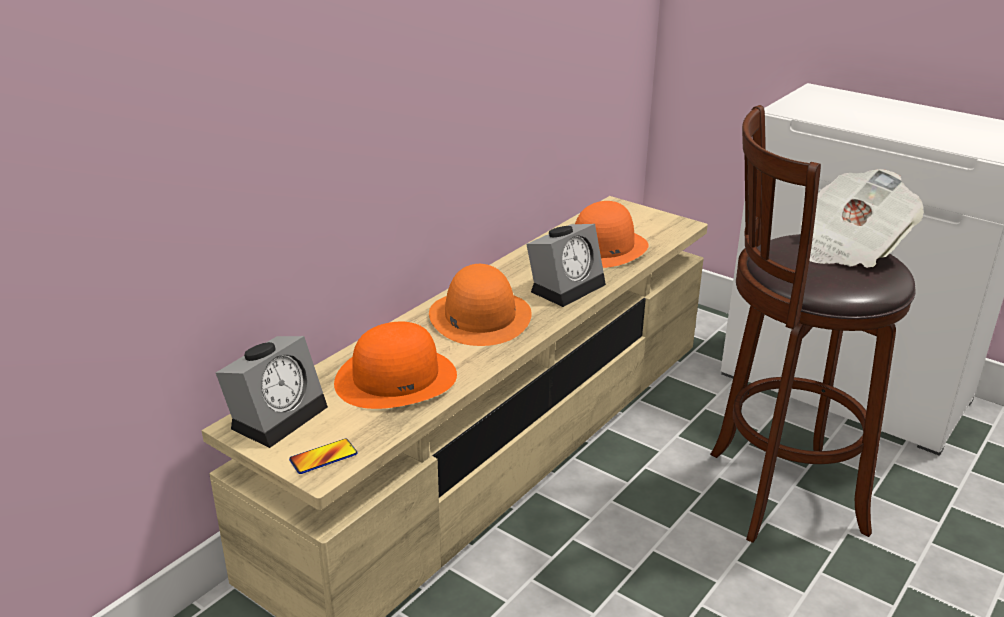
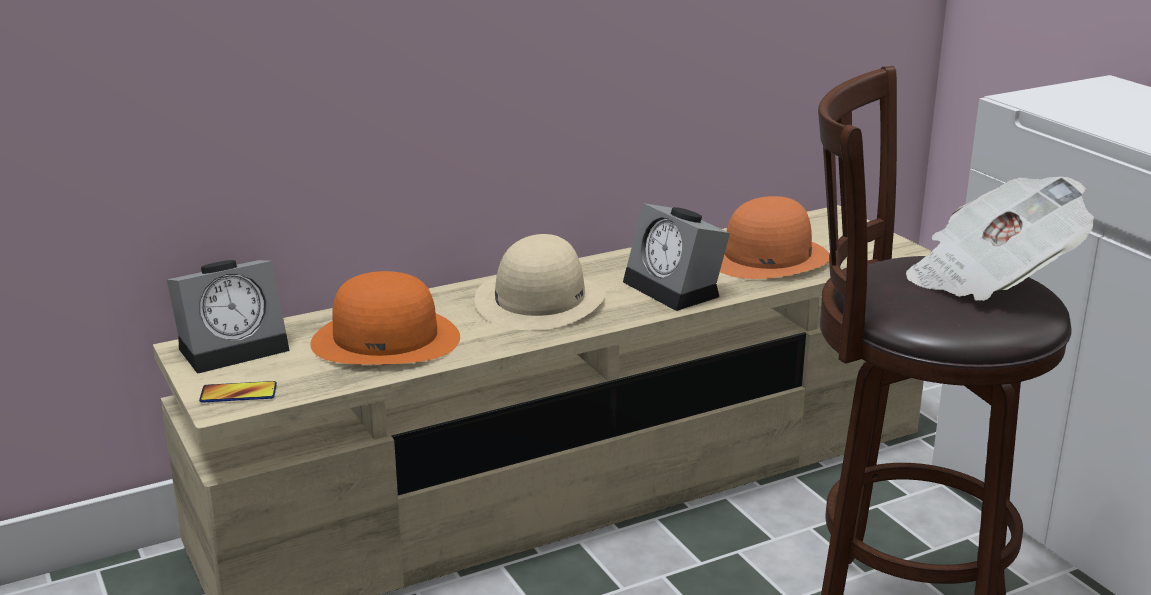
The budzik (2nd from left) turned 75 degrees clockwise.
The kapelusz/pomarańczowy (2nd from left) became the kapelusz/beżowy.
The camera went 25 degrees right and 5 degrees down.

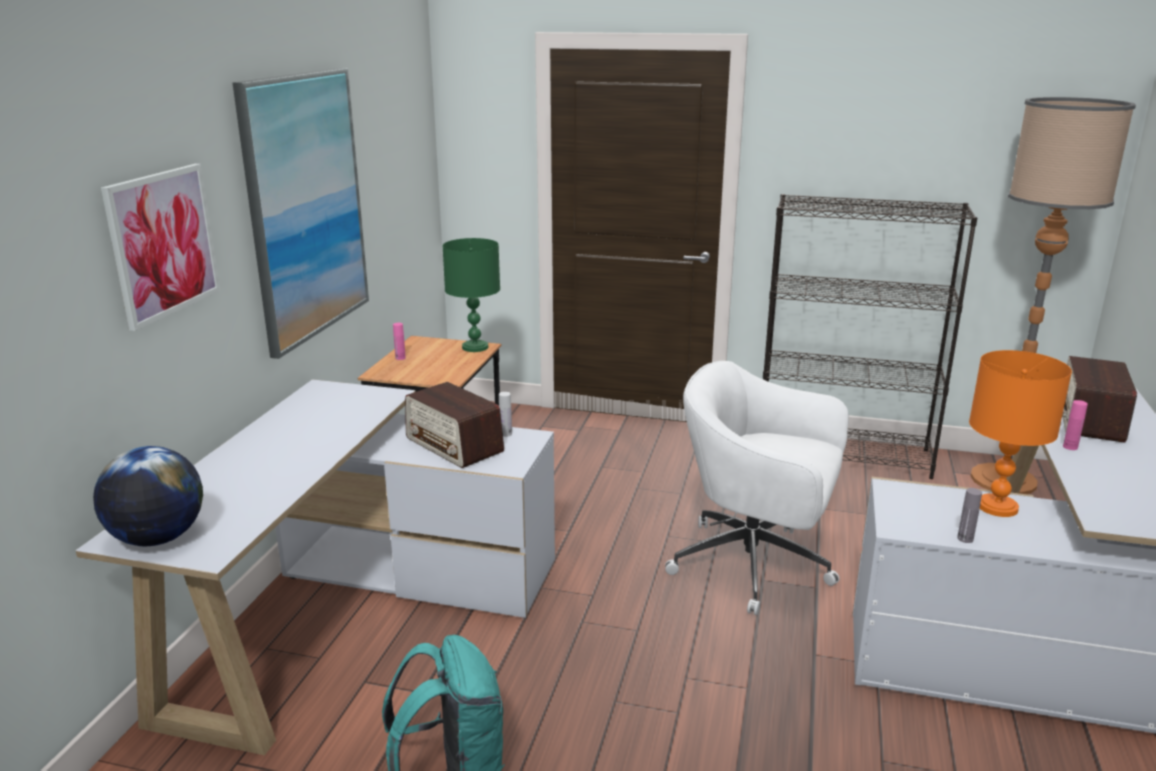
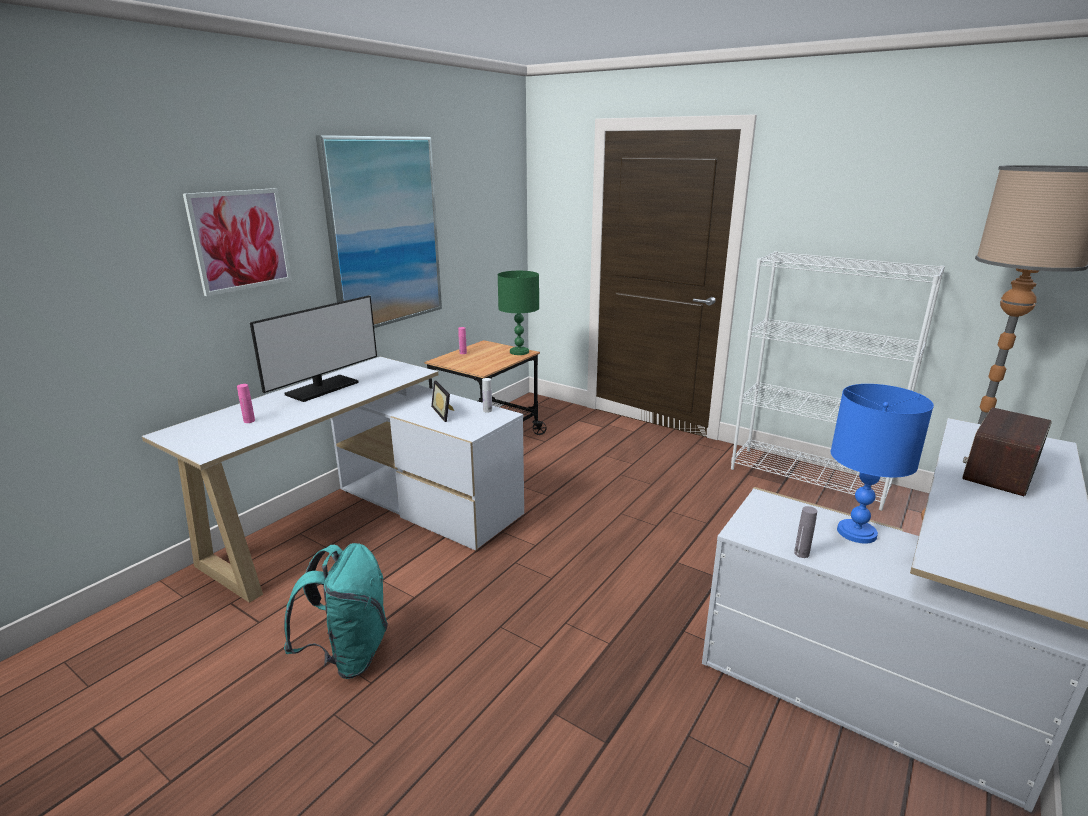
The regał/czarny became the regał/biały.
The lampa stołowa/pomarańczowy became the lampa stołowa/niebieski.
The krzesło biurowe/biały disappeared.
The radio (1st from left) was replaced by the ramka na zdjęcie.
The butelka/różowy (2nd from left in the first image) moved.
The globus disappeared.
The monitor appeared.
The camera went 20 degrees right and 0 degrees up.

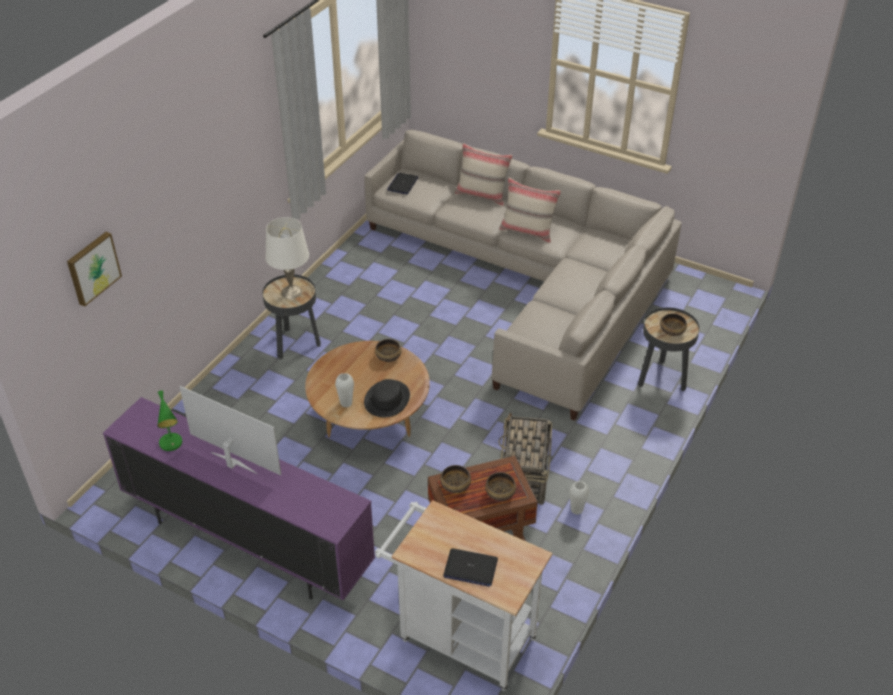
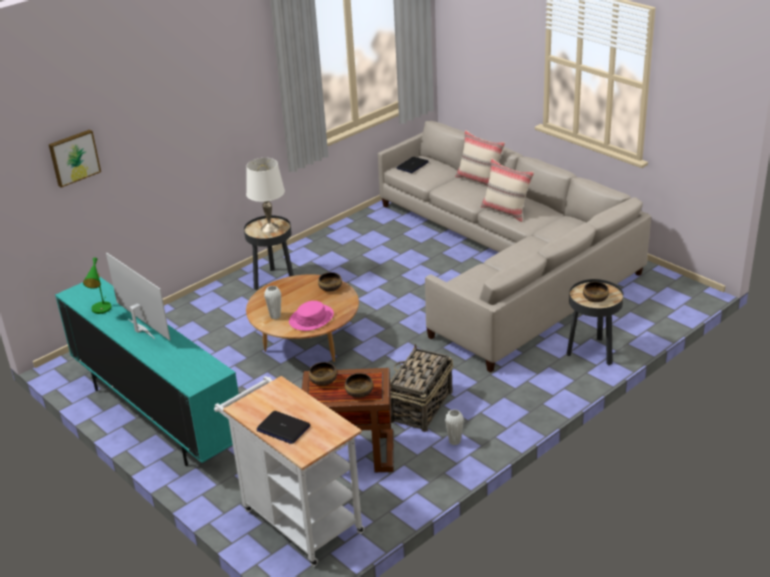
The kapelusz/czarny became the kapelusz/różowy.
The szafka pod telewizor/fioletowy became the szafka pod telewizor/turkusowy.
The camera went 20 degrees right and 10 degrees down.

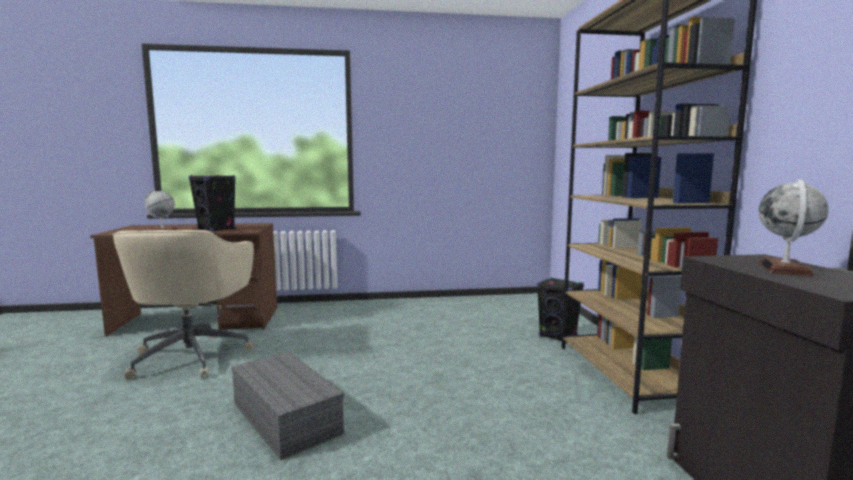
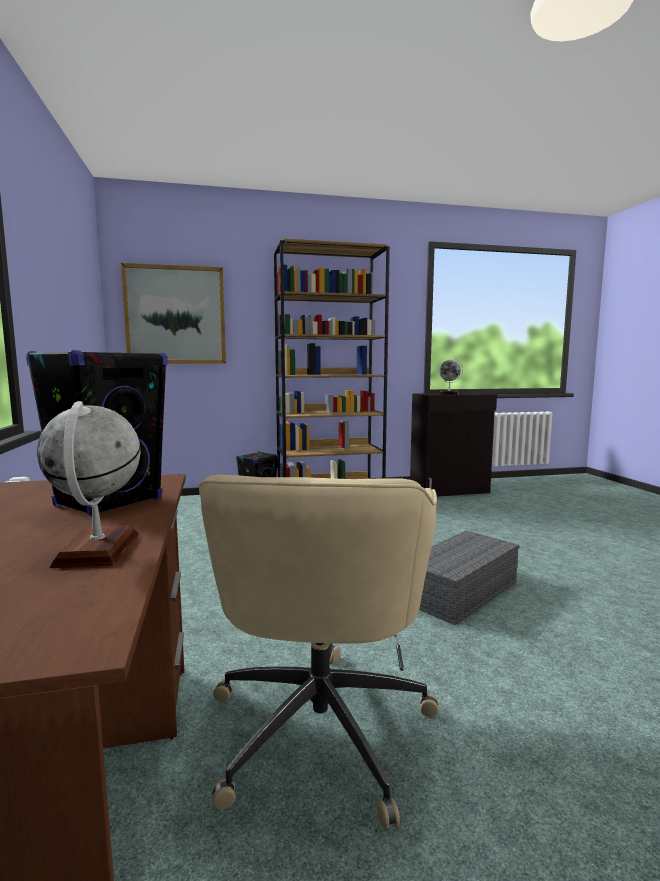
The krzesło biurowe/beżowy turned 105 degrees clockwise.
The obraz appeared.
The camera went 95 degrees left and 0 degrees up.

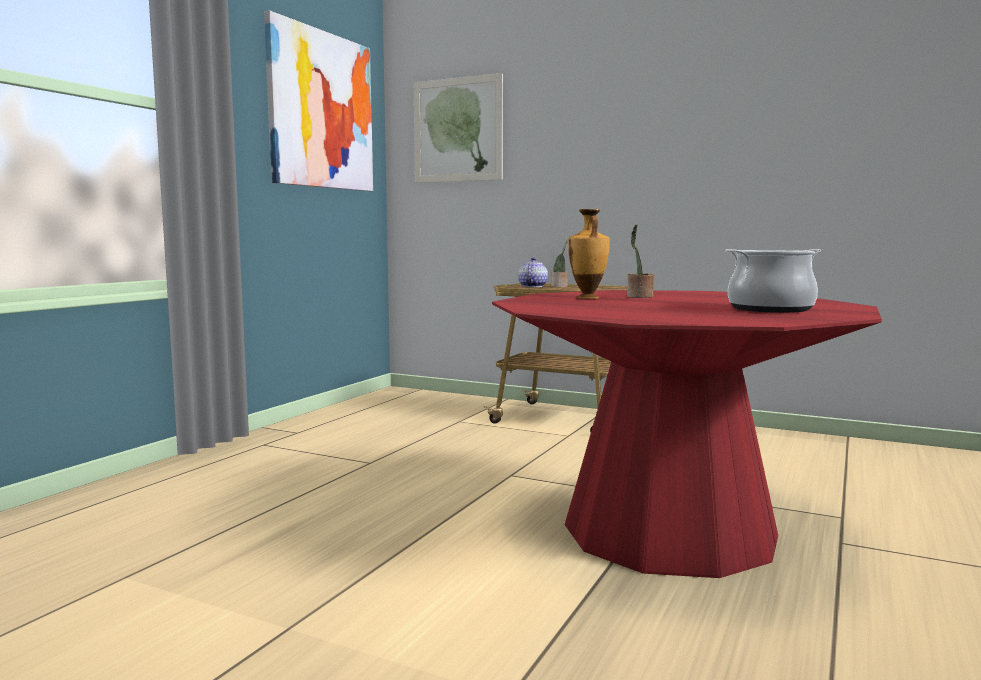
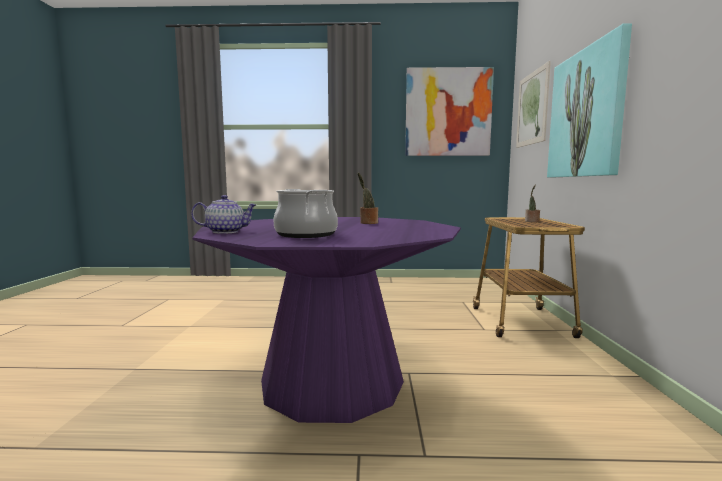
The wazon disappeared.
The imbryk moved.
The stół jadalny/czerwony became the stół jadalny/fioletowy.
The obraz (3rd from left) appeared.
The camera went 65 degrees right and 0 degrees up.

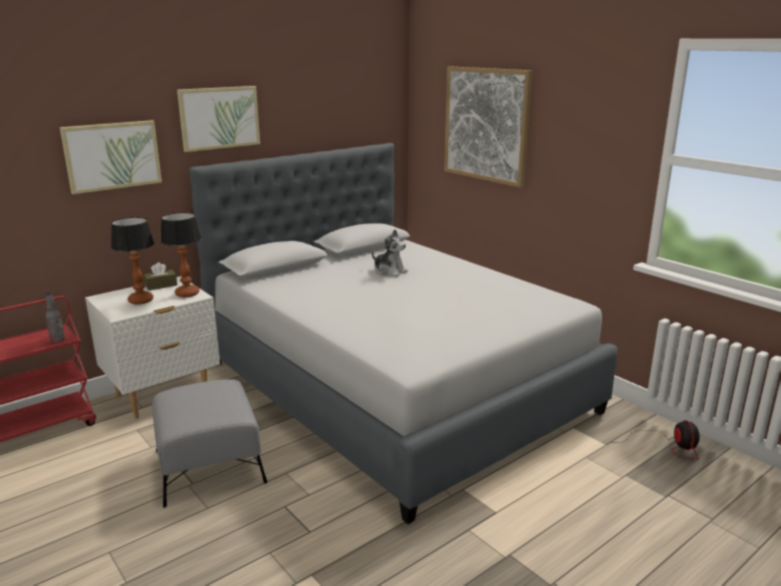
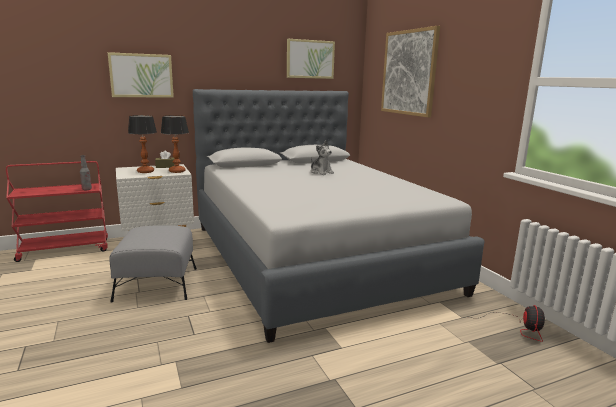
The obraz (2nd from left) moved.
The camera went 15 degrees right and 5 degrees down.

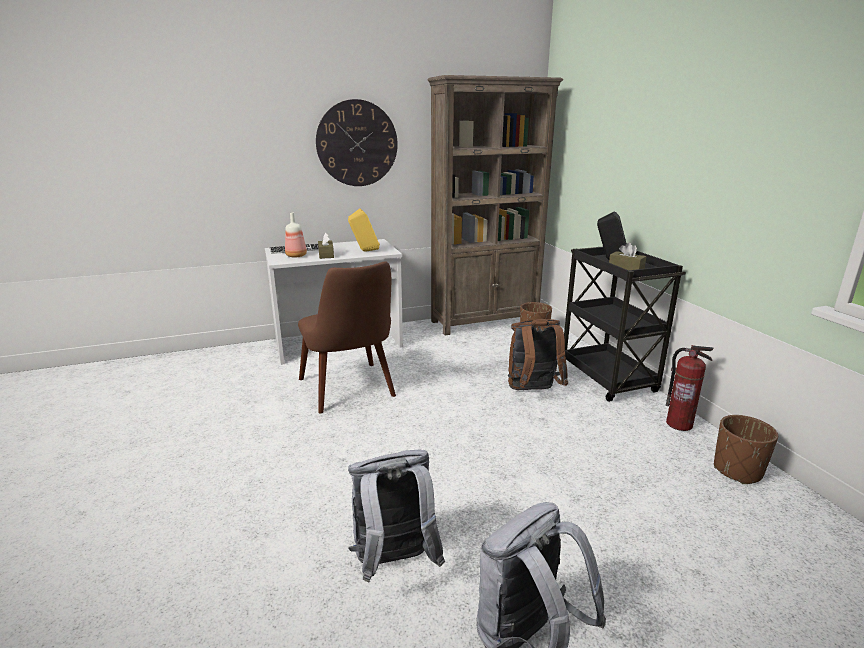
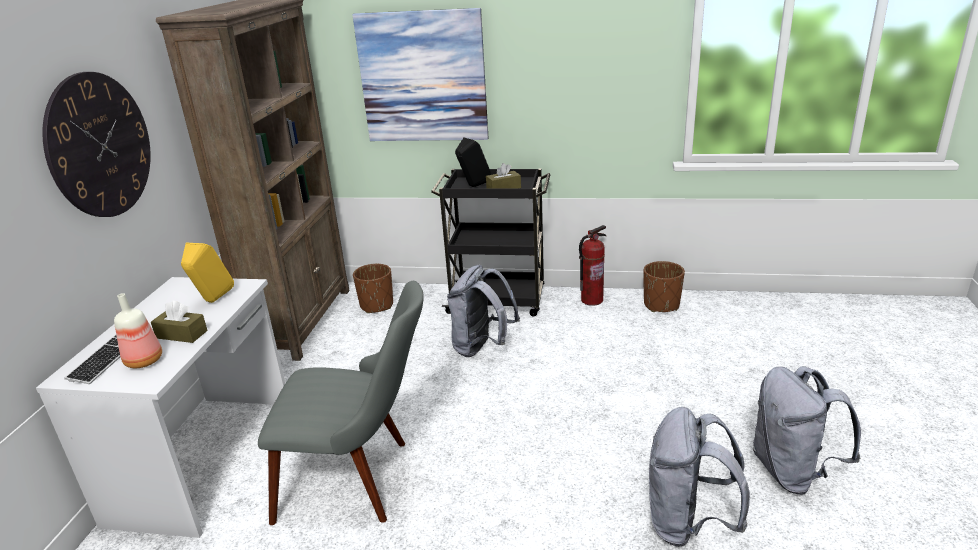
The krzesło/brązowy became the krzesło/szary.
The plecak/brązowy became the plecak/szary (1st from left).
The obraz appeared.
The camera went 60 degrees left and 5 degrees up.

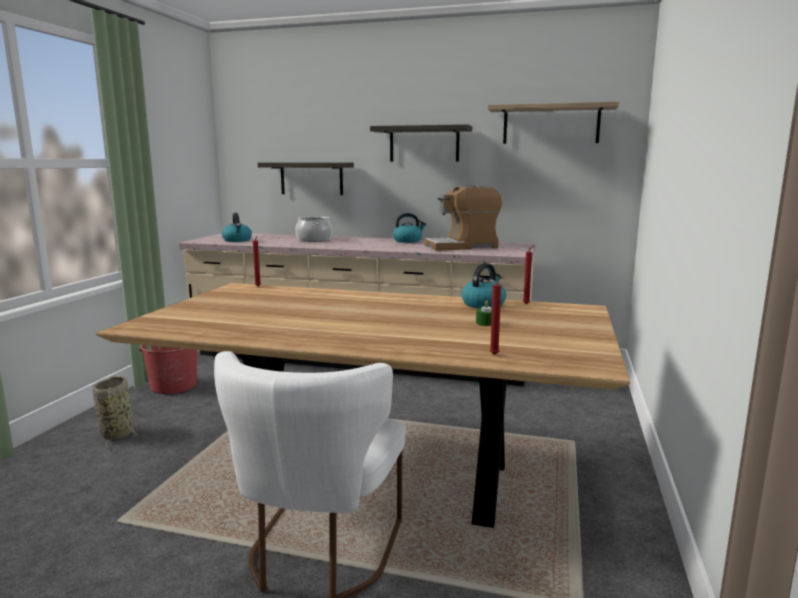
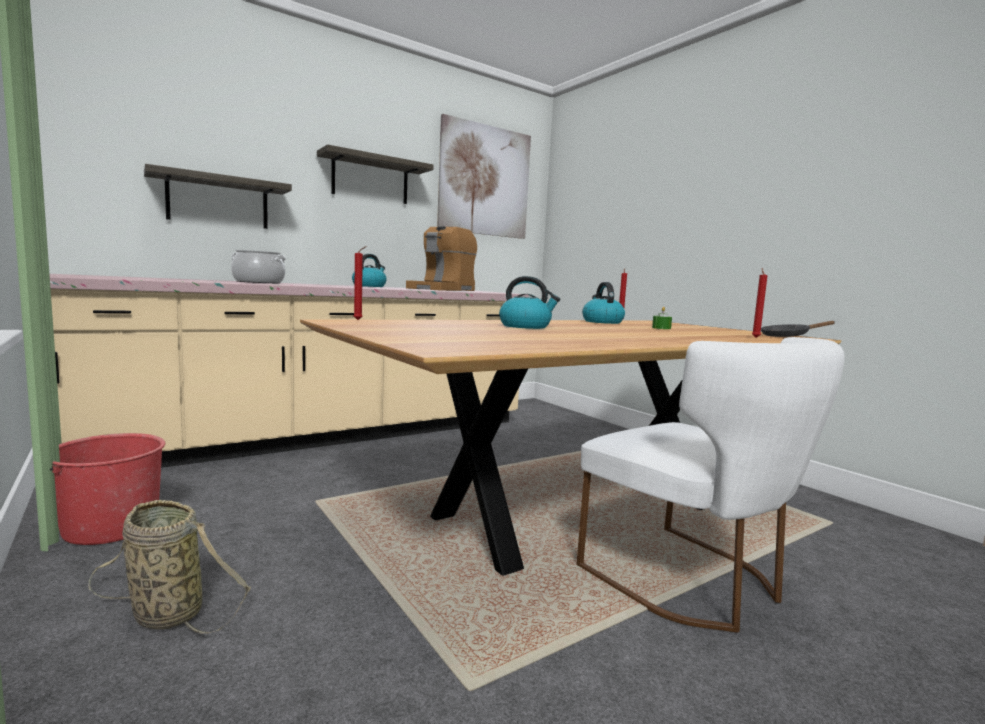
The półka (3rd from left) was replaced by the obraz.
The czajnik (1st from left in the first image) moved.
The patelnia/czarny appeared.
The camera went 50 degrees left and 5 degrees down.

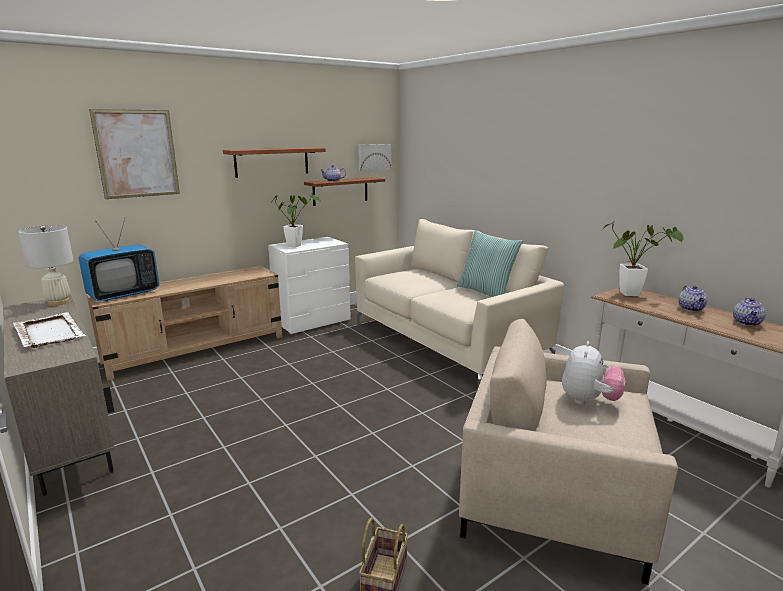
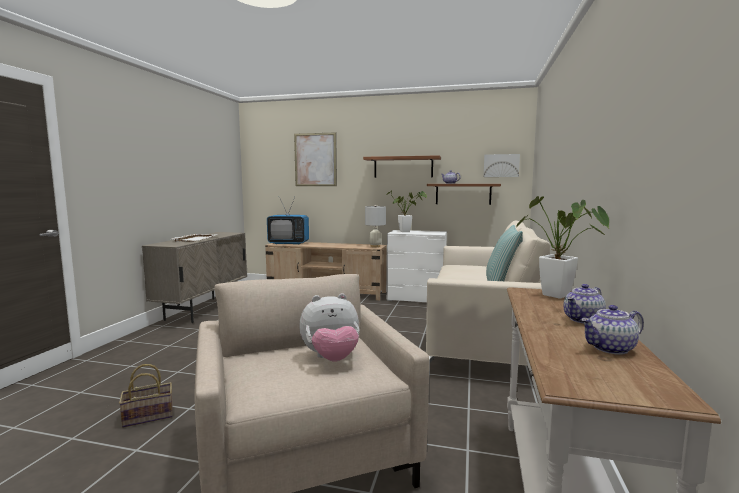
The lampa stołowa/biały moved.
The camera went 50 degrees right and 10 degrees down.

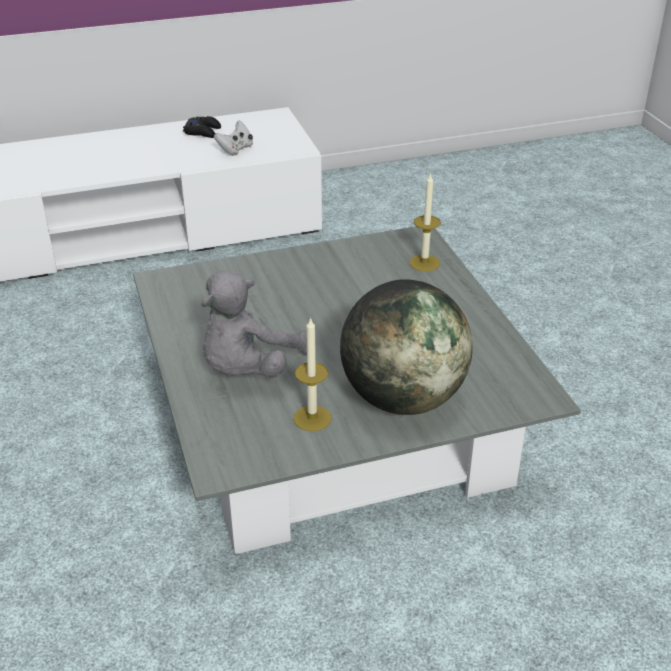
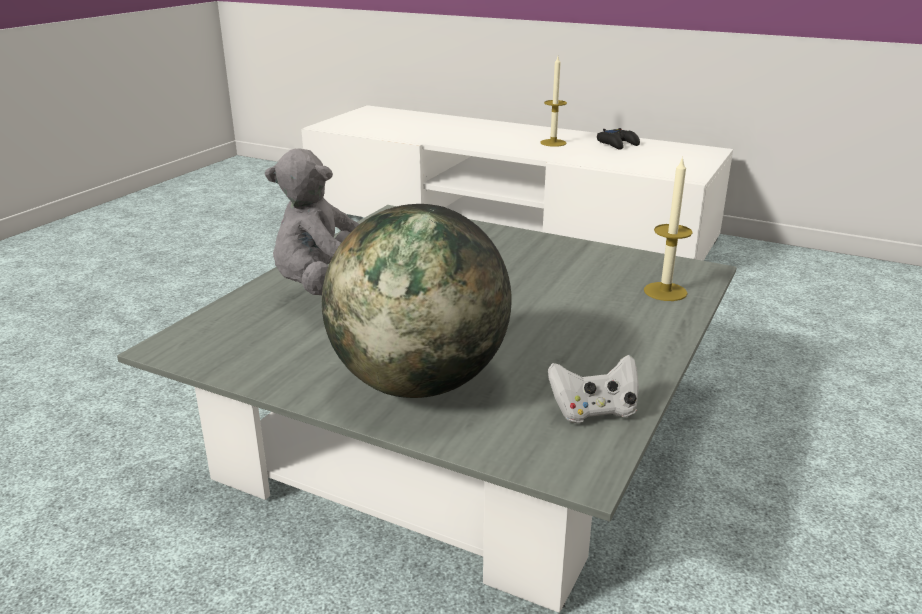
The pad do gier/biały moved.
The świeca (1st from left) moved.
The camera went 45 degrees right and 10 degrees down.

